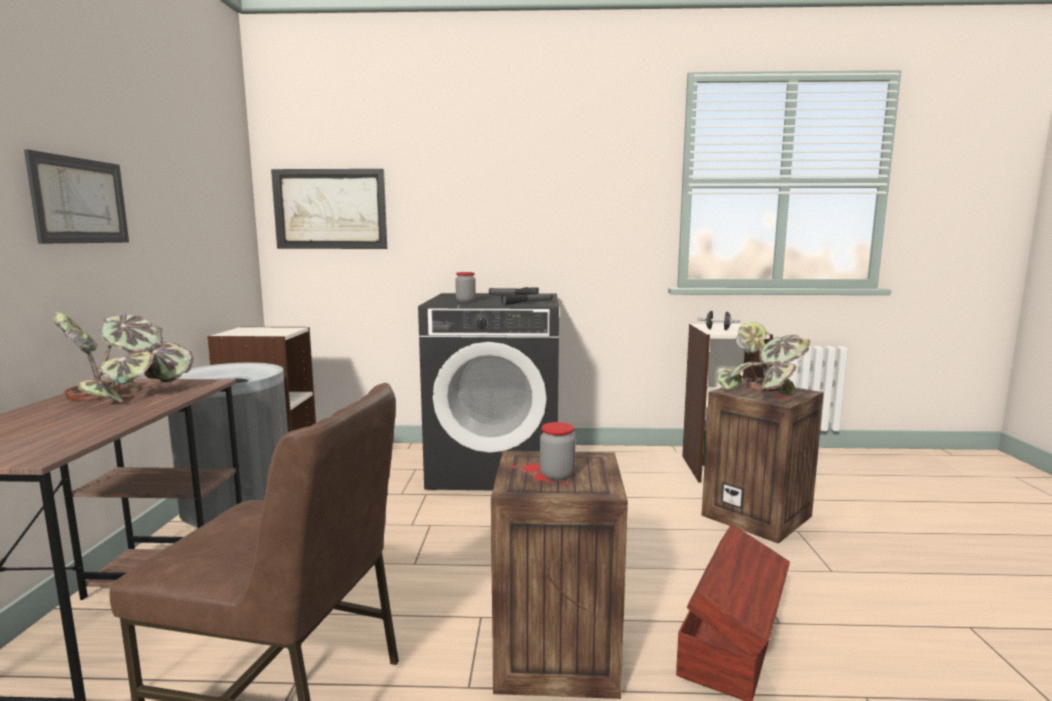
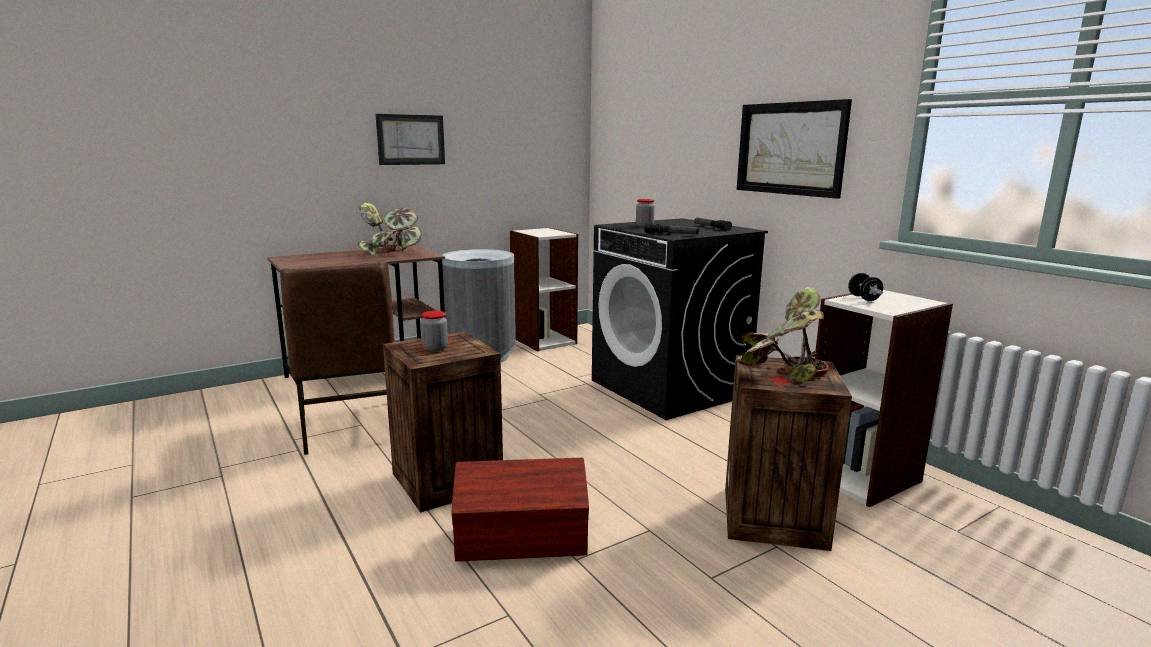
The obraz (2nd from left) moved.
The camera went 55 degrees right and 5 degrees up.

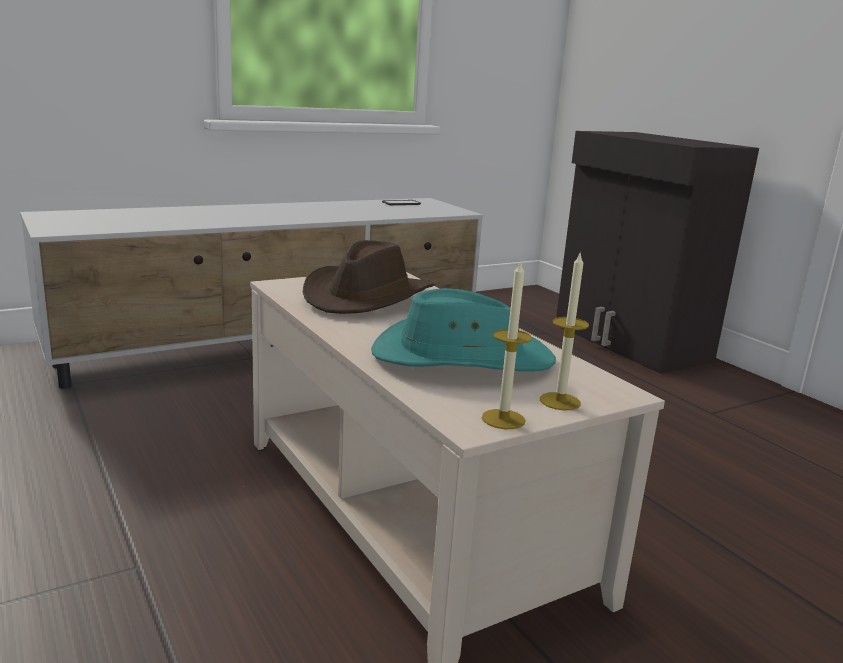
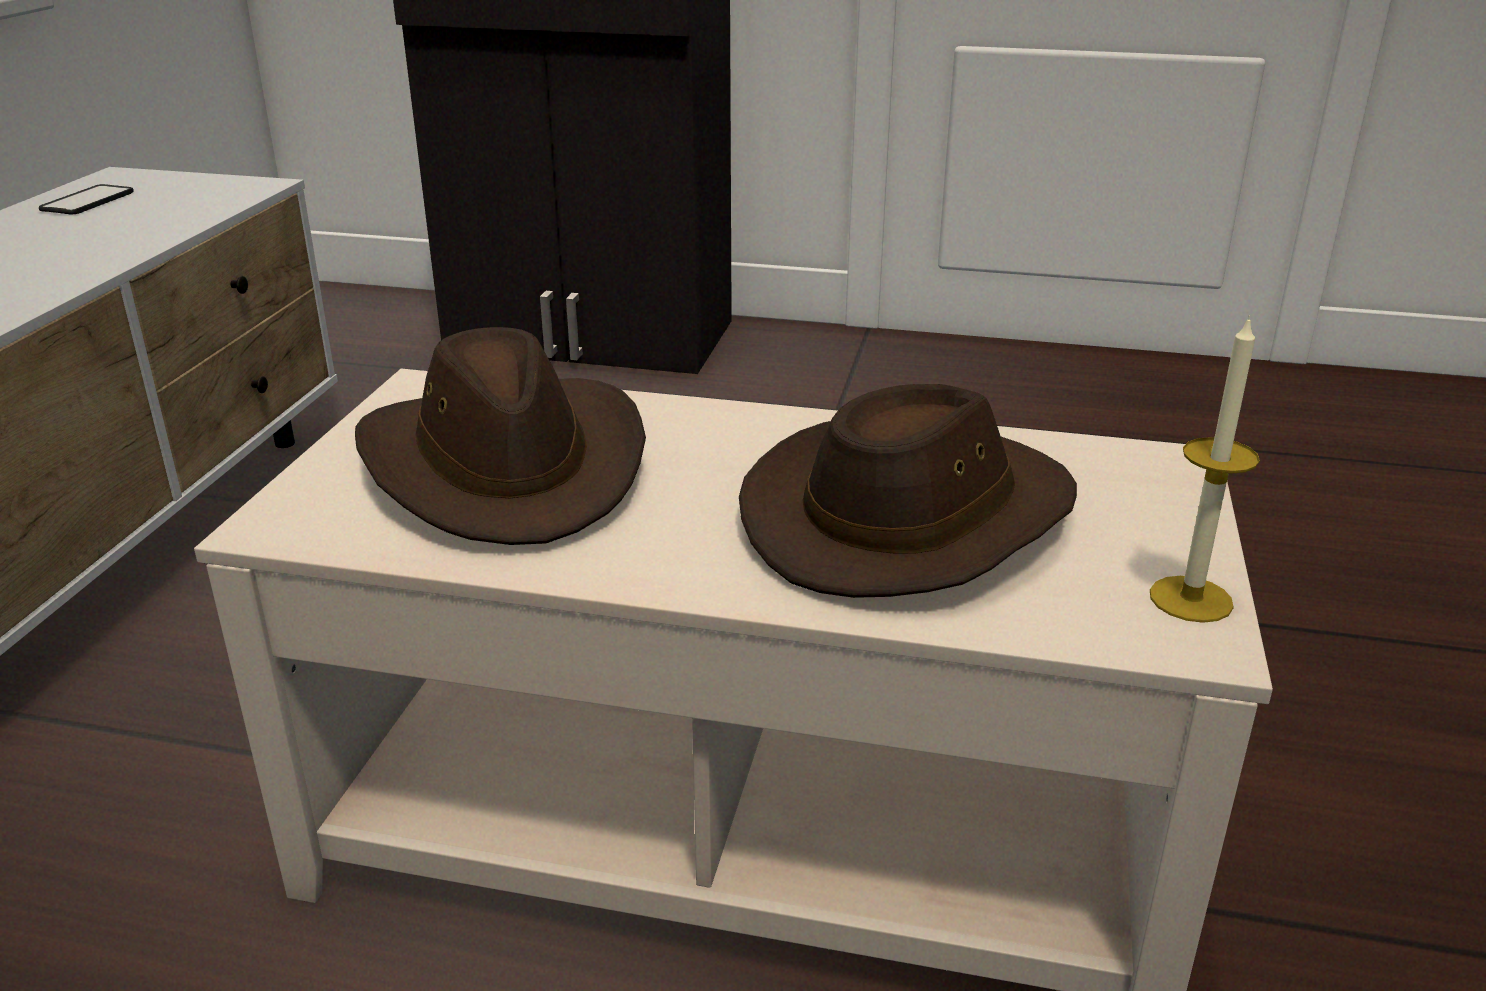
The świeca (2nd from left) disappeared.
The kapelusz/turkusowy became the kapelusz/brązowy (2nd from left).
The camera went 45 degrees left and 10 degrees up.

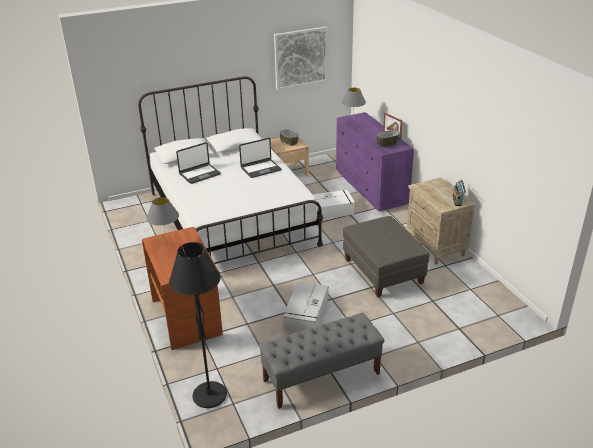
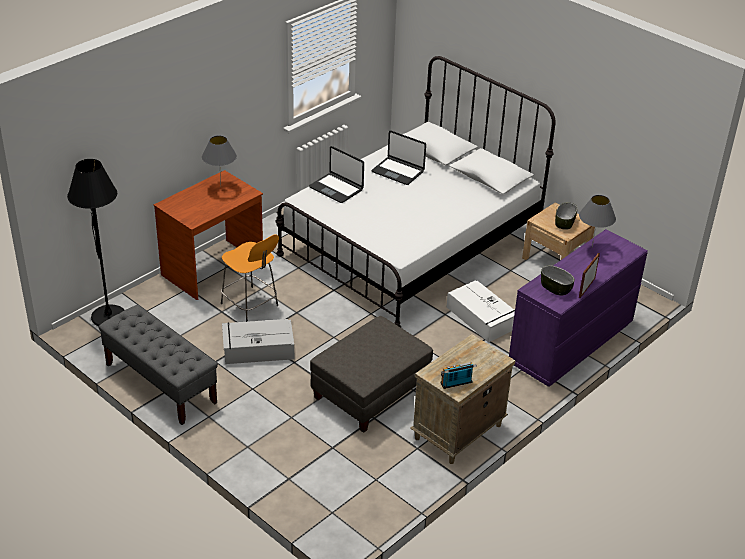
The obraz disappeared.
The laptop (2nd from left in the first image) moved.
The stołek/pomarańczowy appeared.
The camera went 65 degrees right and 5 degrees up.

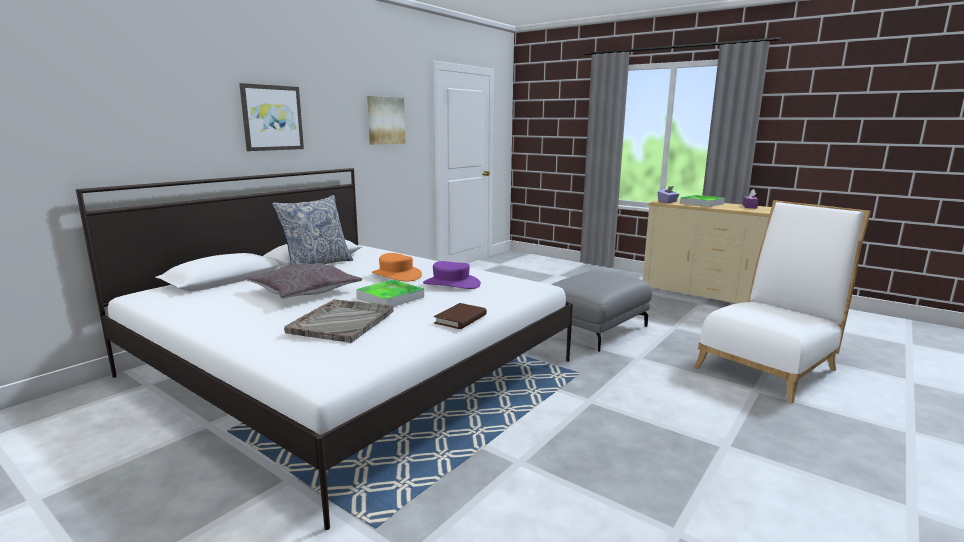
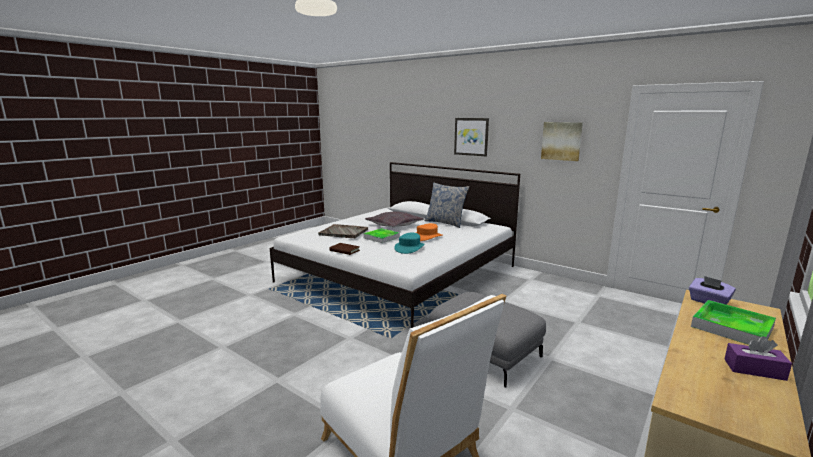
The kapelusz/fioletowy became the kapelusz/turkusowy.
The camera went 90 degrees right and 0 degrees up.

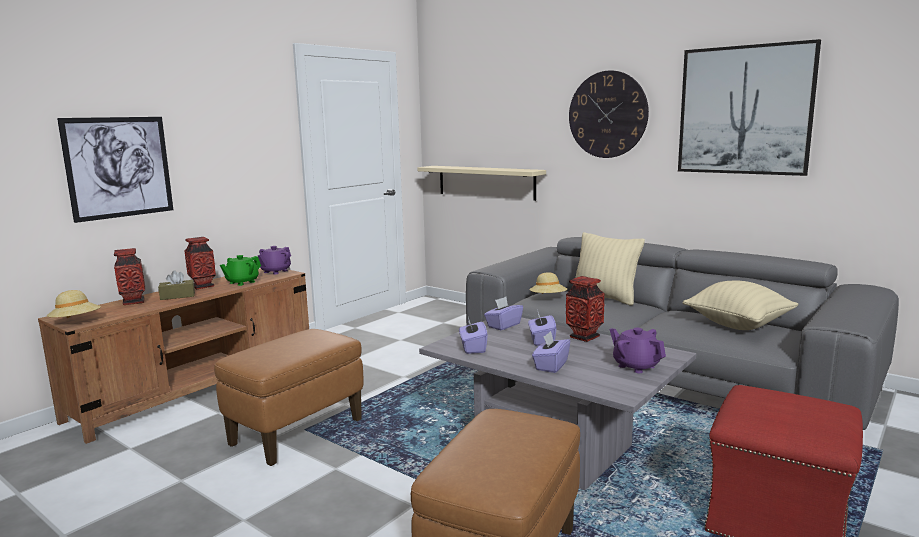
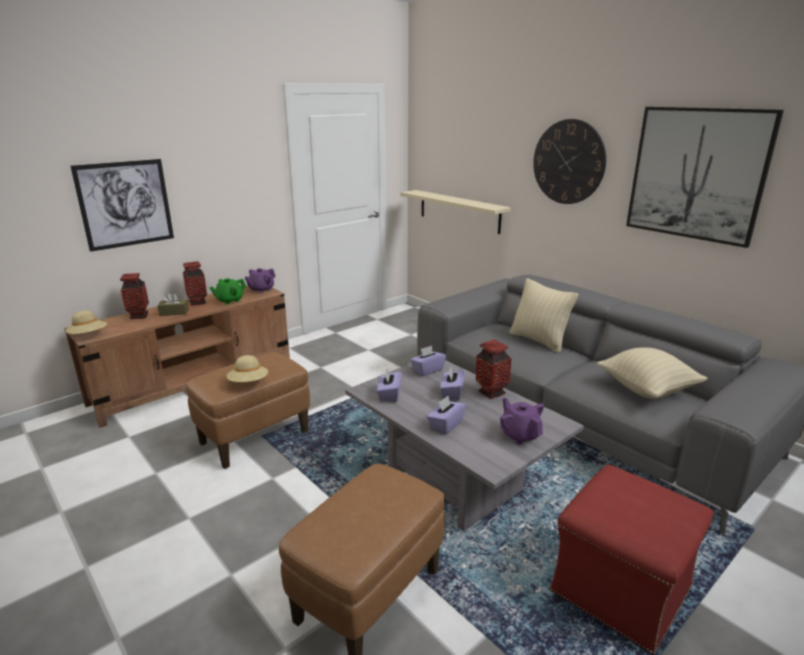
The kapelusz/beżowy (2nd from left) moved.
The camera went 10 degrees right and 10 degrees up.

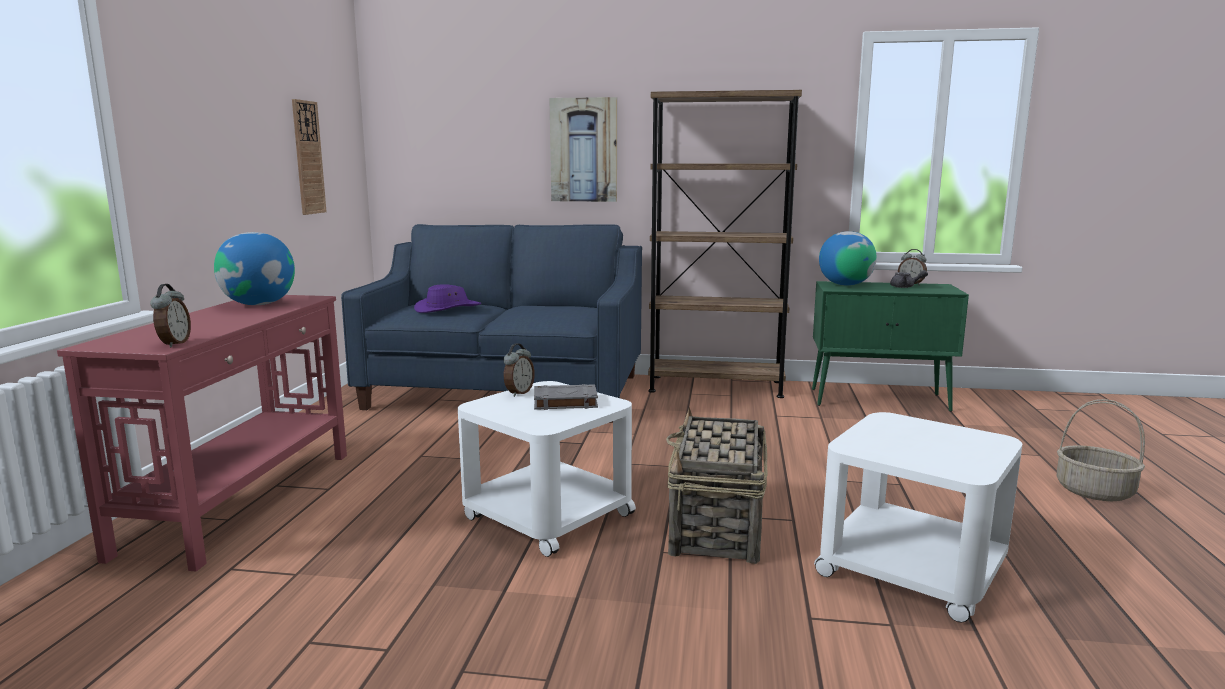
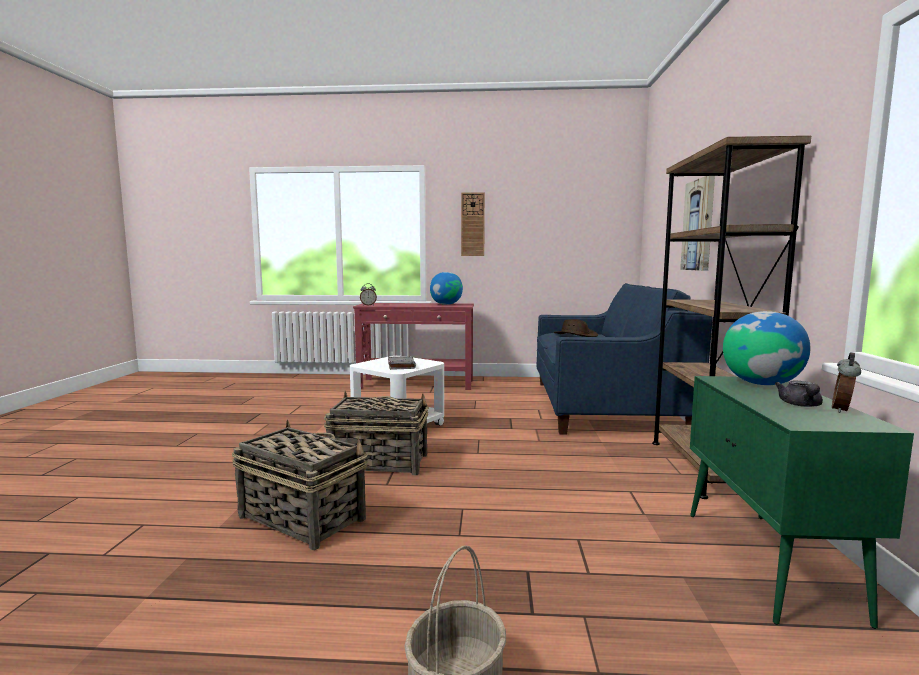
The zegar ścienny moved.
The kapelusz/fioletowy became the kapelusz/brązowy.
The budzik (2nd from left) disappeared.
The stolik/biały (2nd from left) was replaced by the koszyk (1st from left).
The camera went 85 degrees right and 5 degrees down.

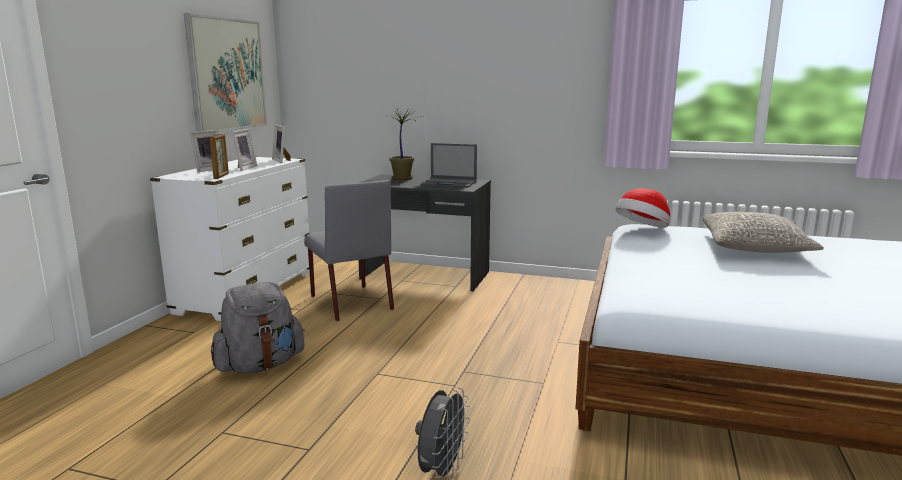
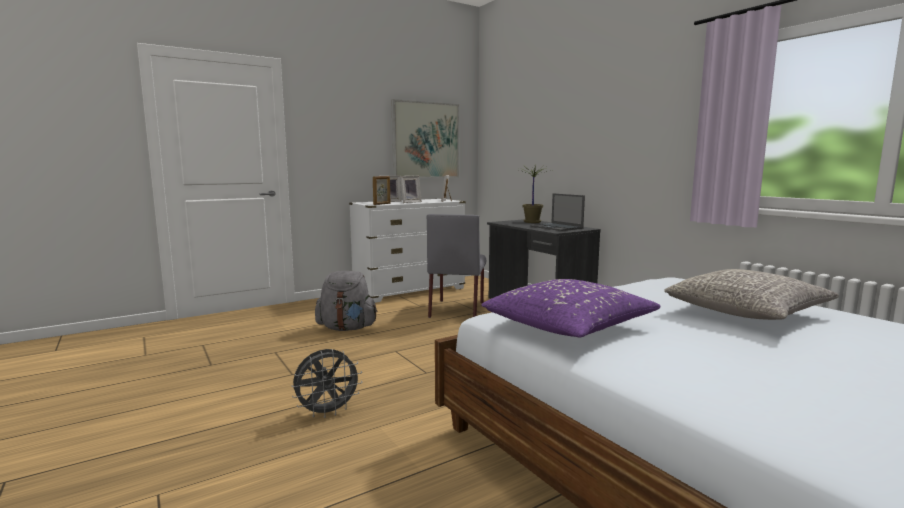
The kapelusz disappeared.
The poduszka/fioletowy appeared.
The camera went 40 degrees right and 5 degrees down.

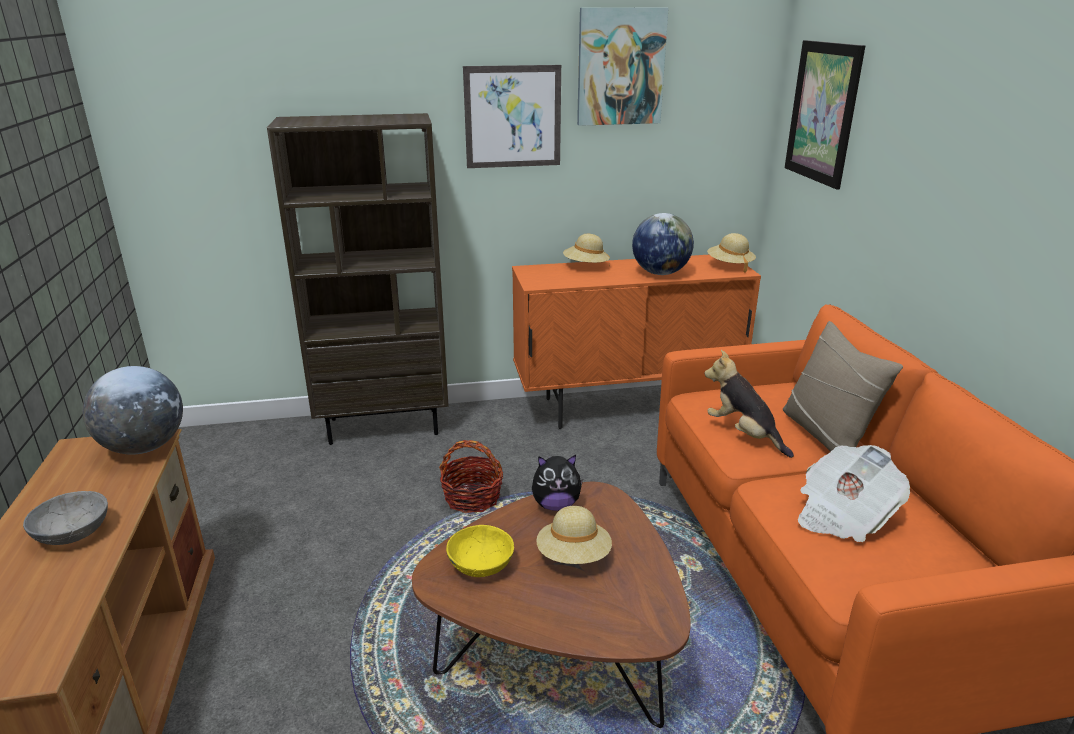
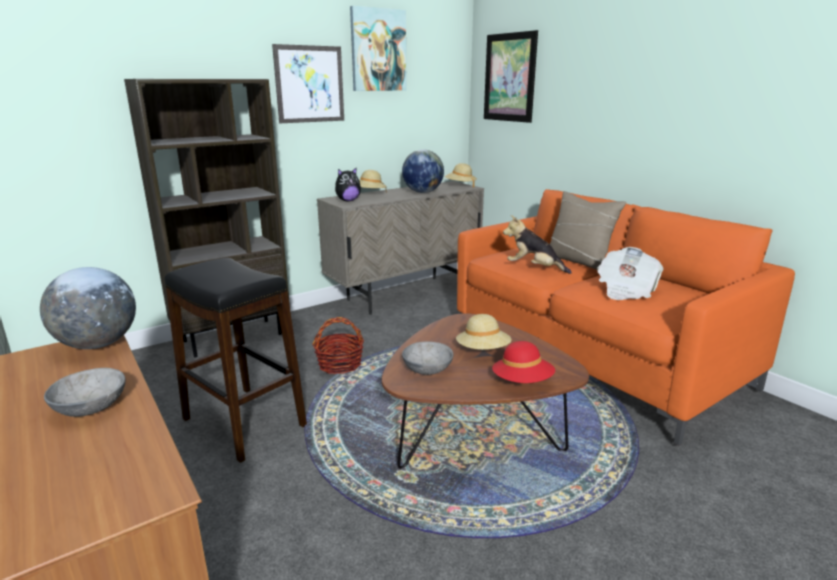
The szafka/pomarańczowy became the szafka/beżowy.
The pluszak (1st from left) moved.
The miska/żółty became the miska/szary (2nd from left).
The stołek/czarny appeared.
The kapelusz/czerwony appeared.
The camera went 25 degrees left and 5 degrees down.

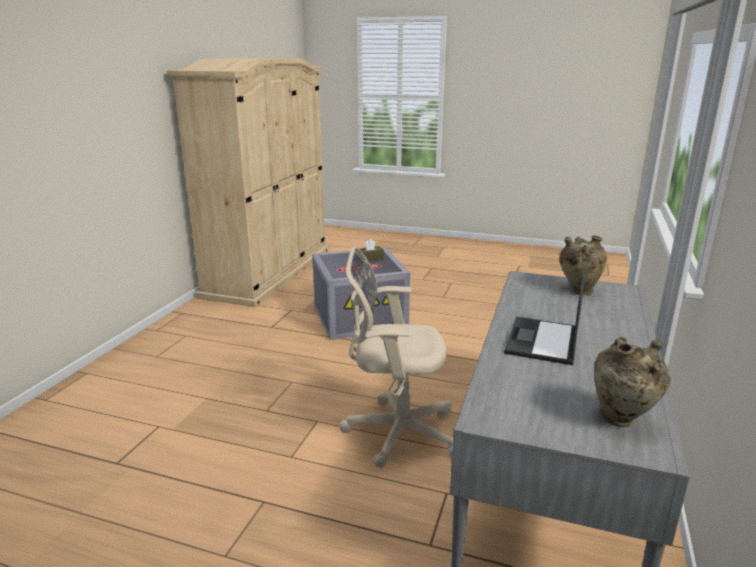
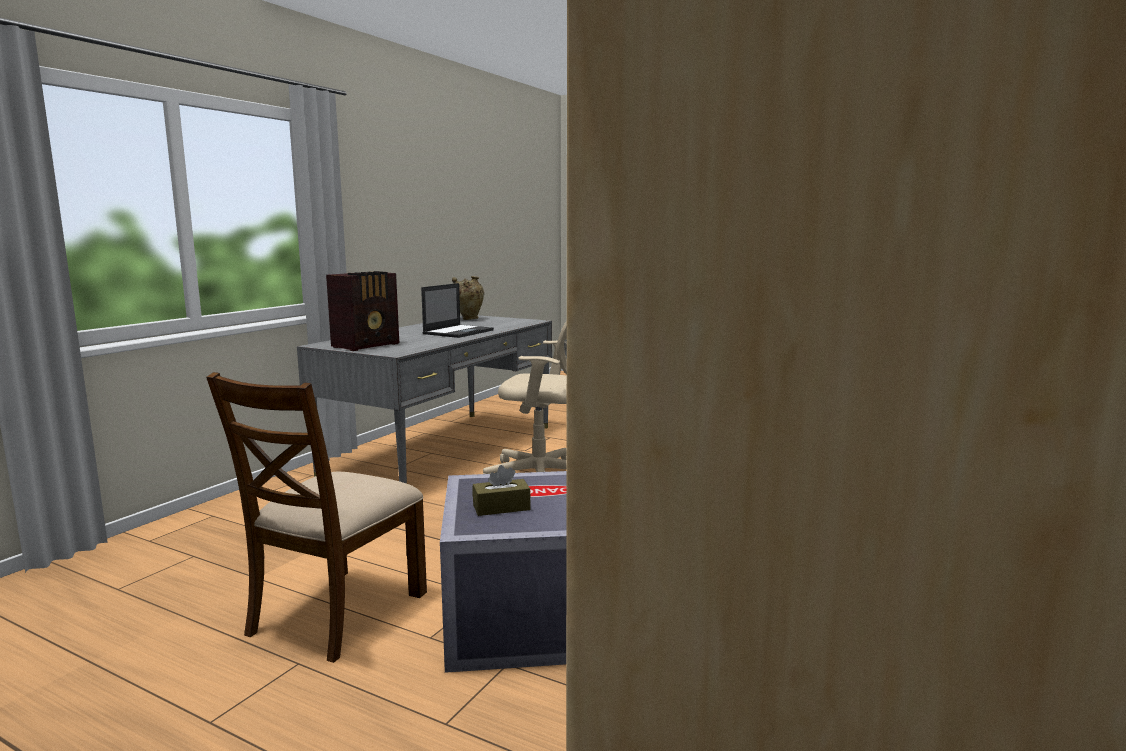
The wazon/beżowy (1st from left) was replaced by the radio.
The krzesło/brązowy appeared.
The camera went 170 degrees left and 10 degrees down.

